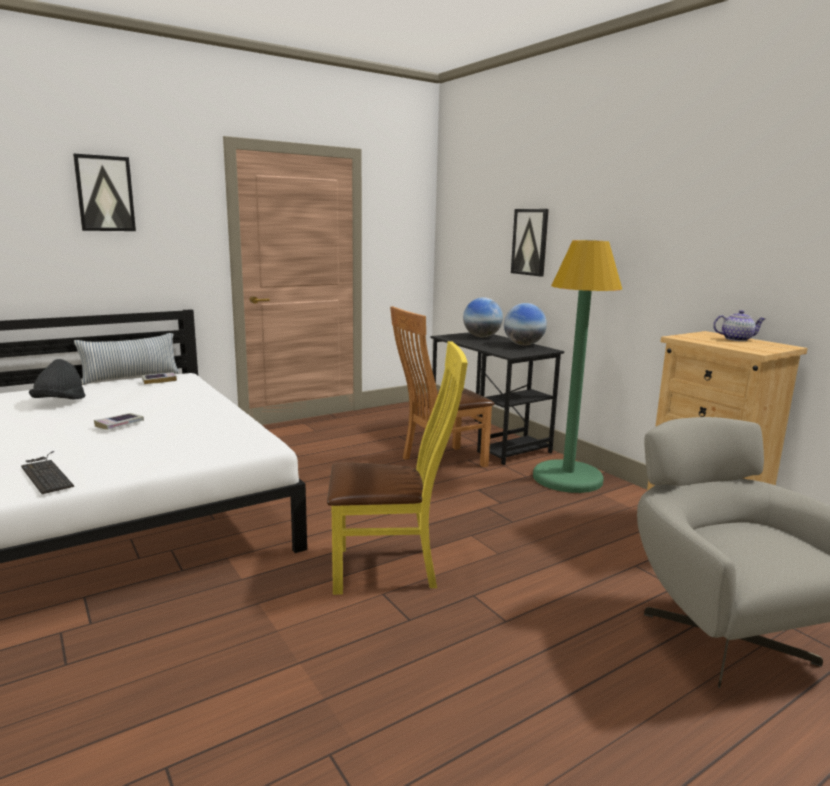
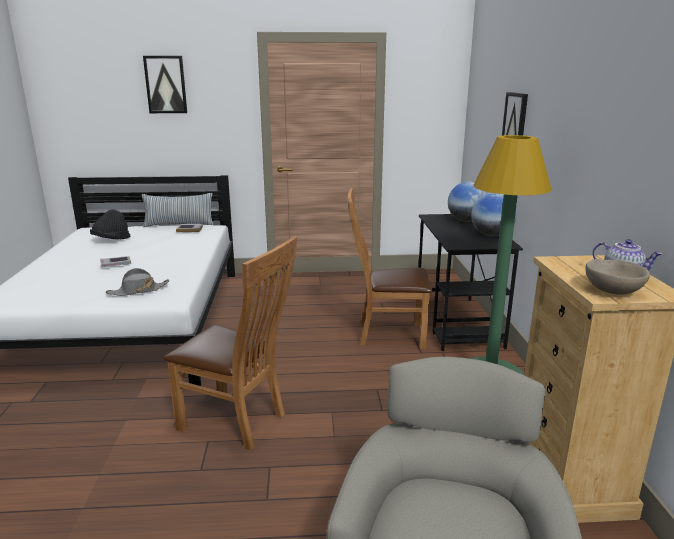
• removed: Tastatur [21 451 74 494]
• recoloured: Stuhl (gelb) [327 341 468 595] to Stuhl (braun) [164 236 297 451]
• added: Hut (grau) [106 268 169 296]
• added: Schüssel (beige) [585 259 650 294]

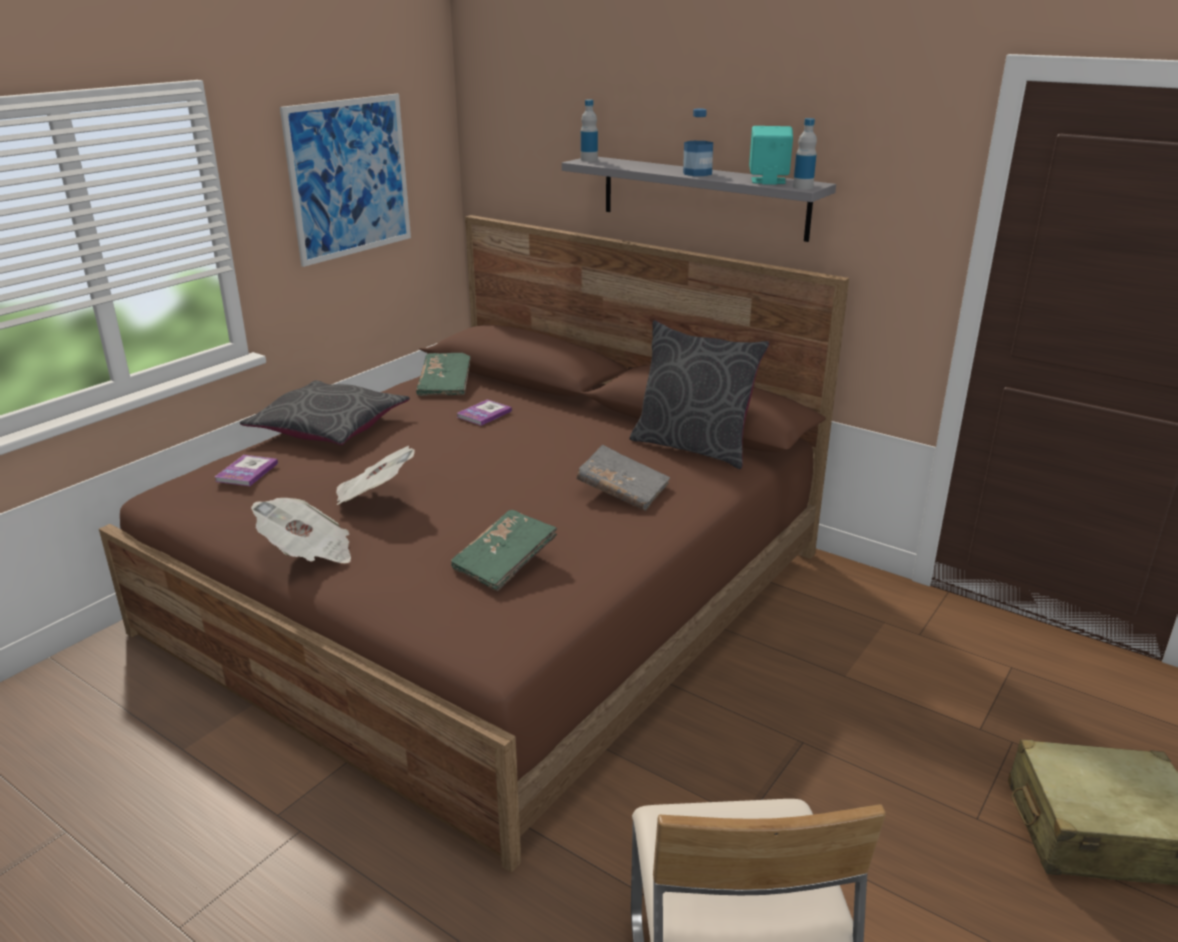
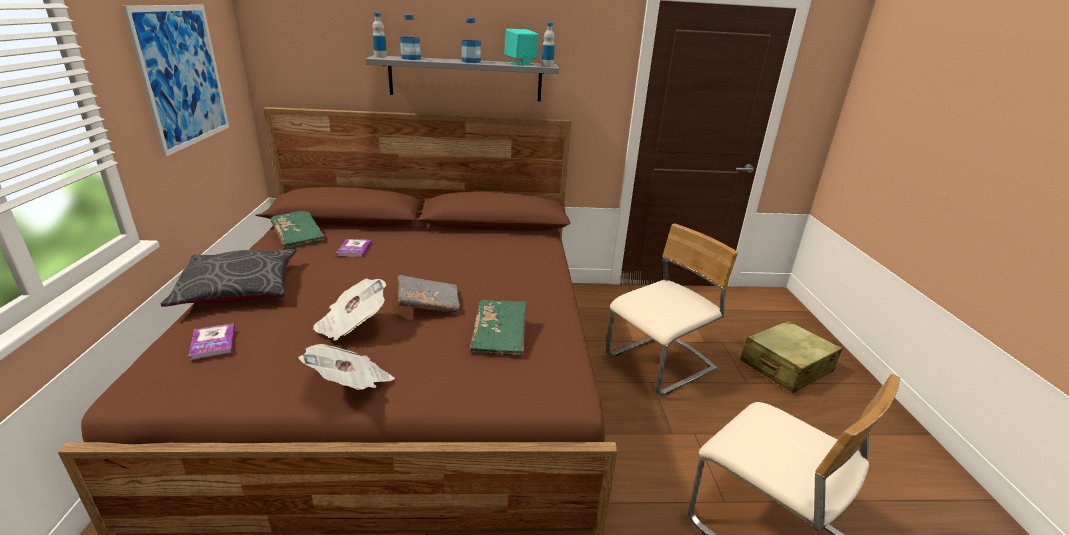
• moved: Buch (grau) [576 445 670 511] to [397 274 460 313]
• removed: Kissen (grau) [630 320 769 469]
• added: Flasche [400 14 421 60]
• added: Stuhl (beige) [606 224 738 396]

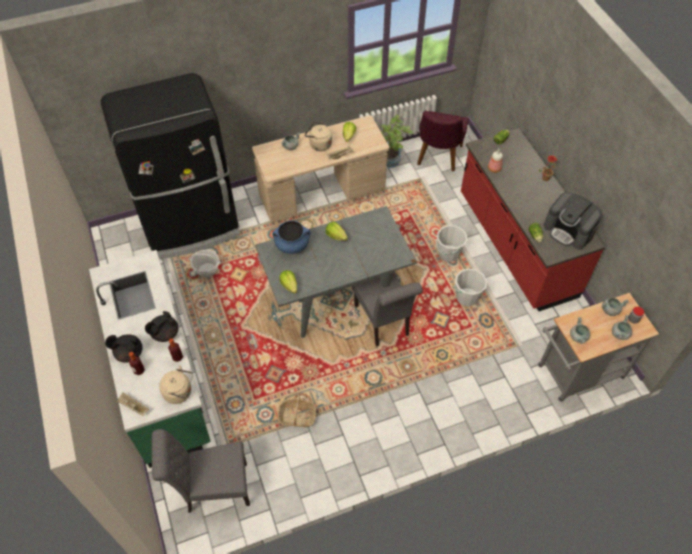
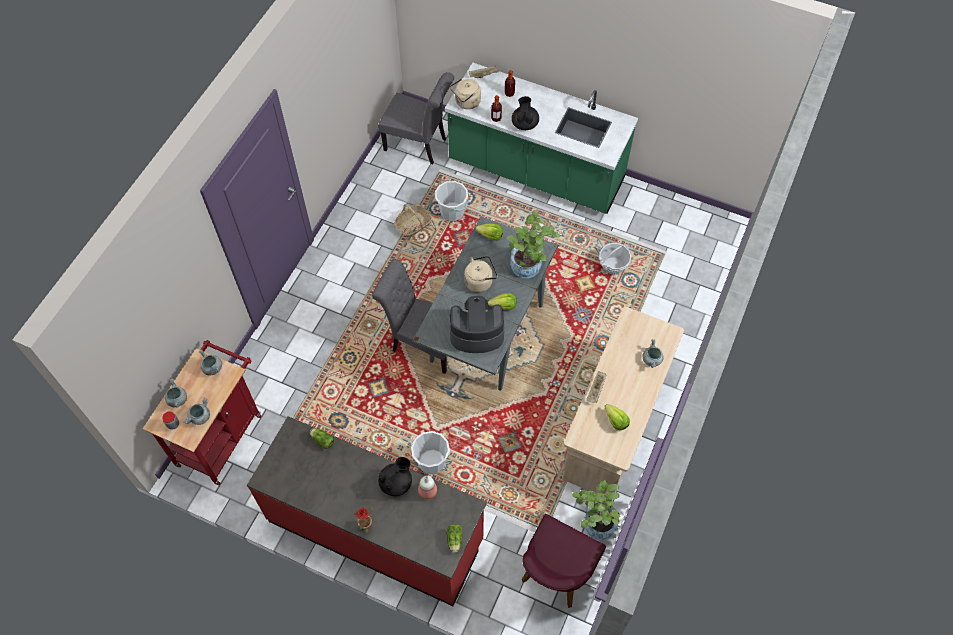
• removed: Kühlschrank (schwarz) [101 73 240 259]
• moved: Teekanne (schwarz) [105 334 143 363] to [378 457 412 496]
• turned: Stuhl (grau) [152 429 250 513] = [378 72 454 164] 75 degrees clockwise
• replaced: Kochtopf (blau) [272 220 311 254] to Topfpflanze [507 210 560 278]
• moved: Wasserkessel (beige) [305 122 332 151] to [464 256 498 293]
• turned: Stuhl (lila) [417 110 469 171] = [522 514 606 608] 120 degrees counterclockwise
• moved: Eimer (weiß) [454 269 487 306] to [435 181 468 221]
• recoloured: Rollwagen (grau) [538 293 659 402] to Rollwagen (rot) [143 340 261 485]
• moved: Kaffeemaschine [544 192 601 250] to [450 296 504 353]

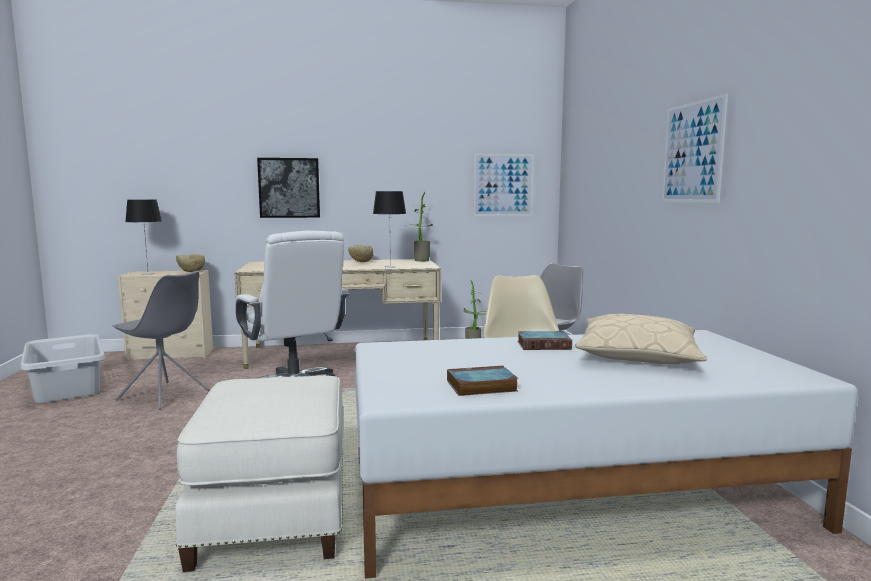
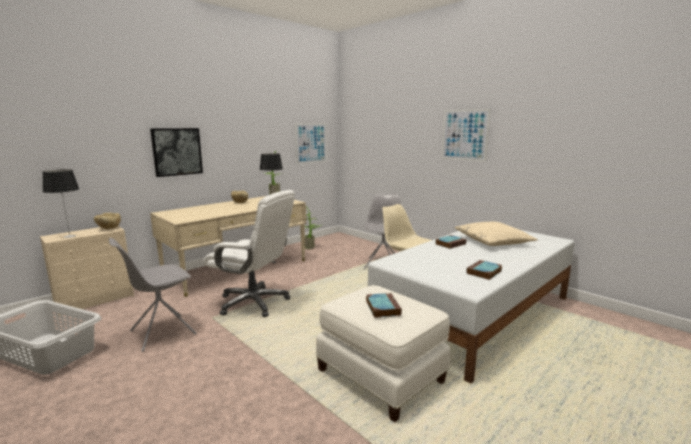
• turned: Stuhl (grau) [112 271 210 410] = [109 238 196 352] 150 degrees clockwise
• added: Buch [366 293 402 318]

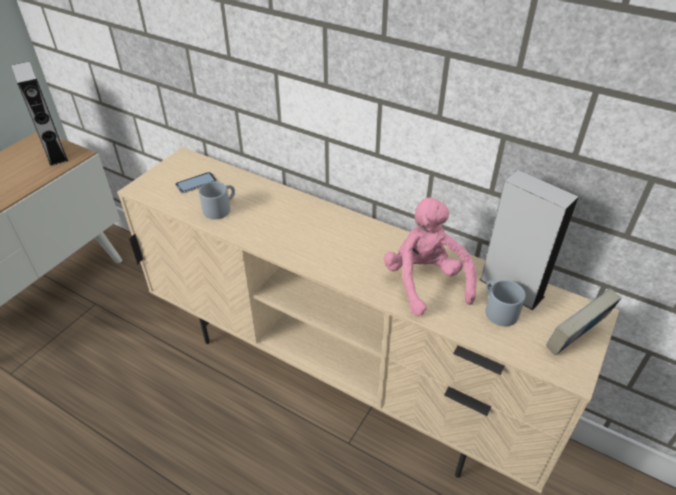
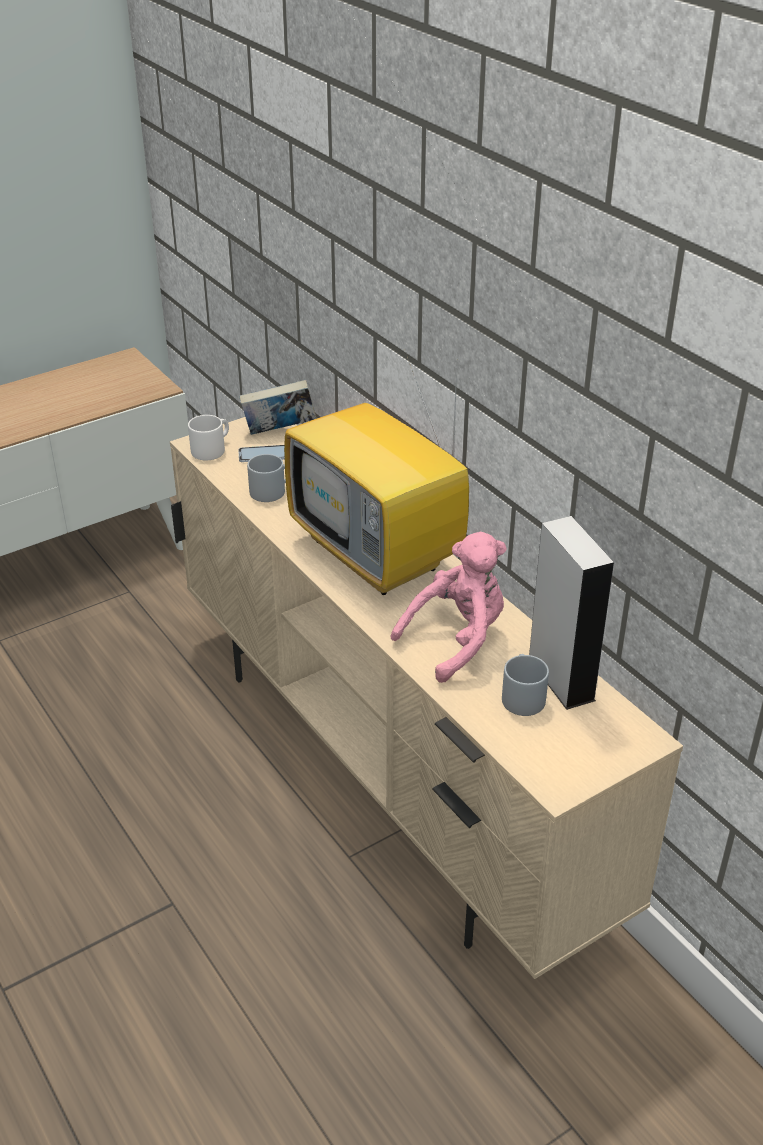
• removed: Lautsprecher (grau) [11 62 68 166]
• turned: Plüschtier (rosa) [384 197 476 316] = [391 532 507 683] 45 degrees clockwise
• moved: Buch [546 288 621 355] to [239 380 316 435]
• added: Henkelbecher (weiß) [188 415 229 460]
• added: Fernseher [284 349 469 595]

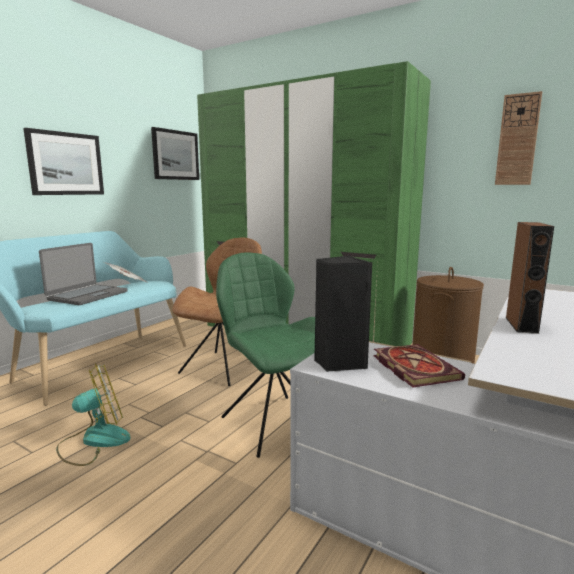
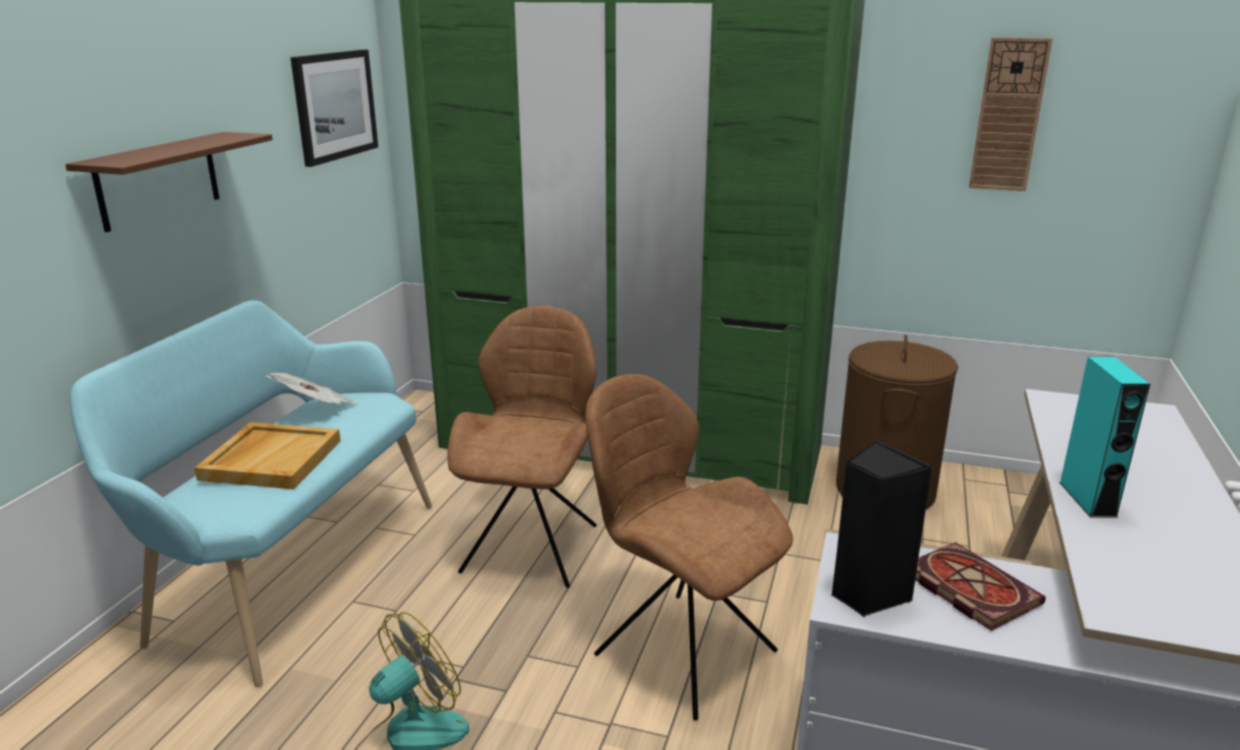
• replaced: Bild [23 128 104 195] to Wandregal (braun) [65 132 273 232]
• replaced: Laptop [39 243 128 305] to Tablett (beige) [194 422 341 489]
• recoloured: Stuhl (grün) [216 252 315 458] to Stuhl (braun) [585 374 793 720]
• recoloured: Lautsprecher (braun) [505 222 554 334] to Lautsprecher (türkis) [1059 357 1150 518]

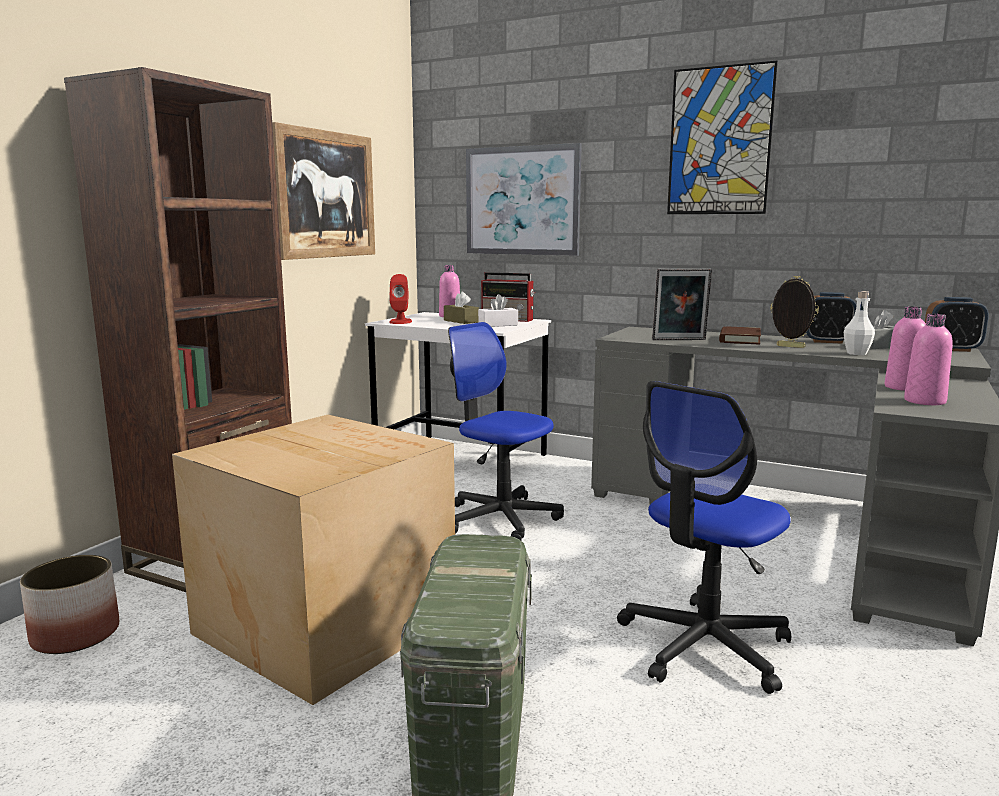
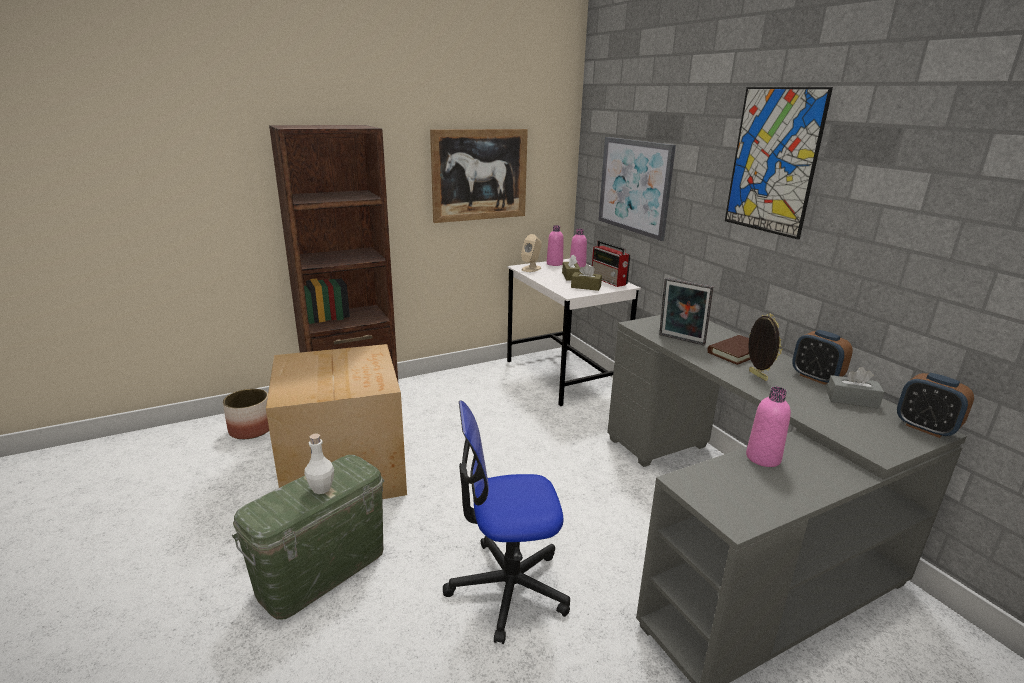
• recoloured: Lautsprecher (rot) [389 274 412 324] to Lautsprecher (beige) [521 234 542 272]
• removed: Bürostuhl [448 322 564 540]
• recoloured: Taschentuchbox (weiß) [478 294 518 327] to Taschentuchbox (braun) [571 264 602 291]
• moved: Flasche (weiß) [844 291 875 355] to [304 433 334 494]
• moved: Flasche (rosa) [904 314 953 405] to [547 225 564 266]

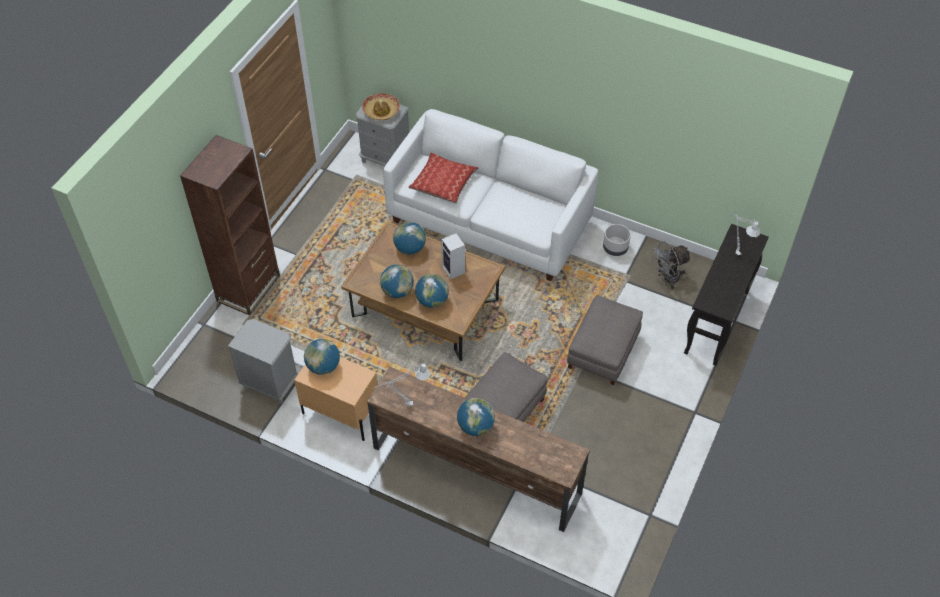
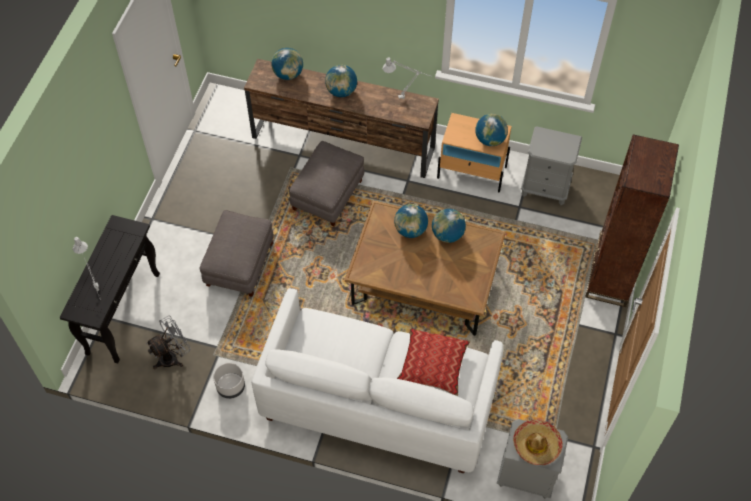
• moved: Globus [393 222 426 254] to [271 48 303 80]
• removed: Lautsprecher [441 233 465 279]

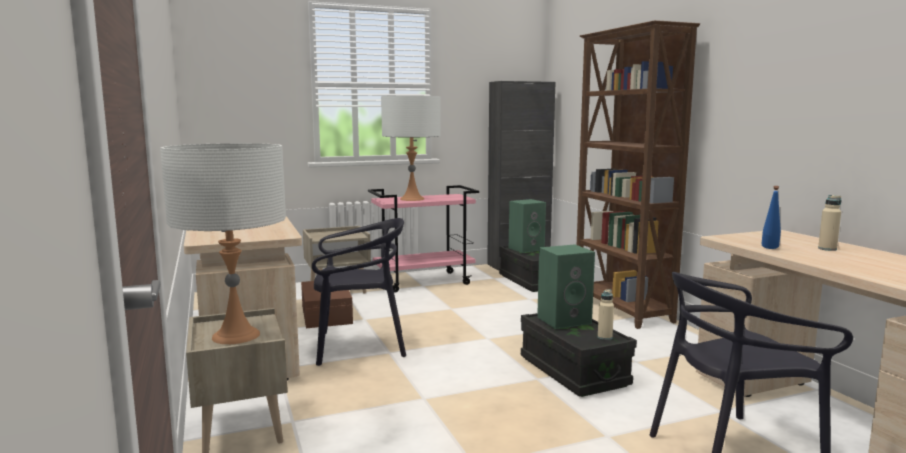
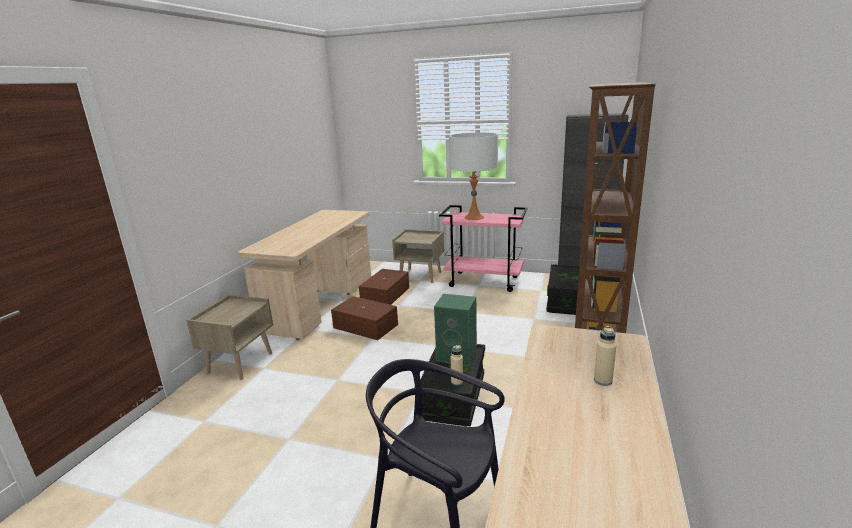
• removed: Tischlampe (weiß) [160 143 286 344]
• replaced: Stuhl (schwarz) [312 218 406 366] to Aufbewahrungsbox (braun) [331 296 398 340]
• removed: Lautsprecher (grün) [509 199 546 253]
• removed: Flasche (blau) [762 186 781 249]

